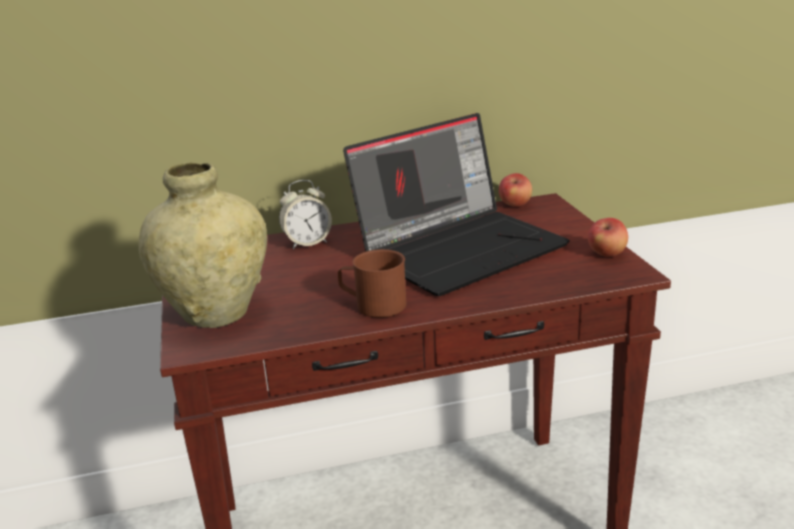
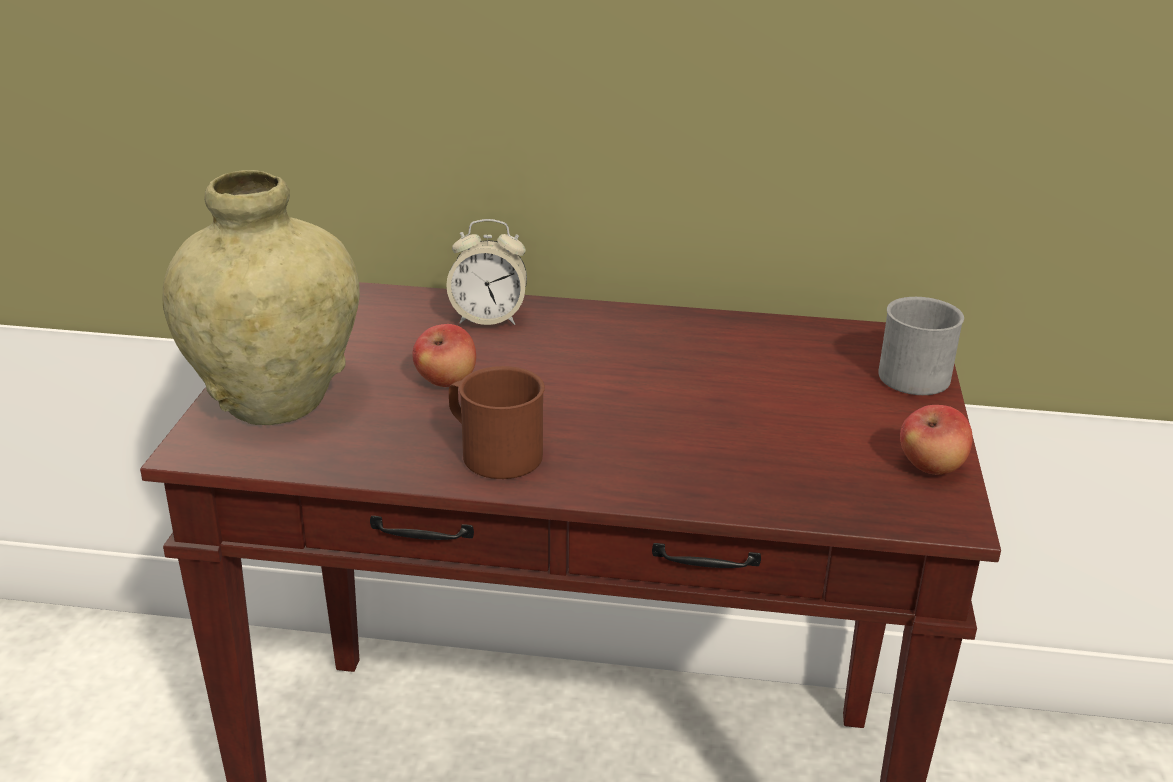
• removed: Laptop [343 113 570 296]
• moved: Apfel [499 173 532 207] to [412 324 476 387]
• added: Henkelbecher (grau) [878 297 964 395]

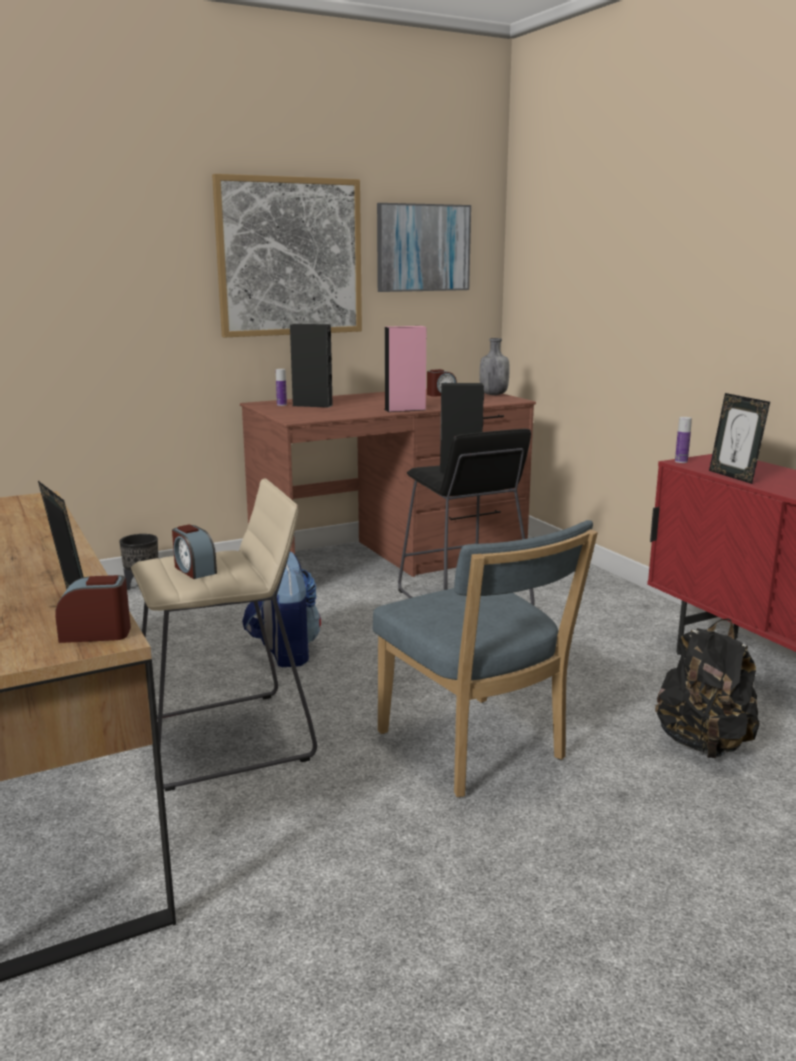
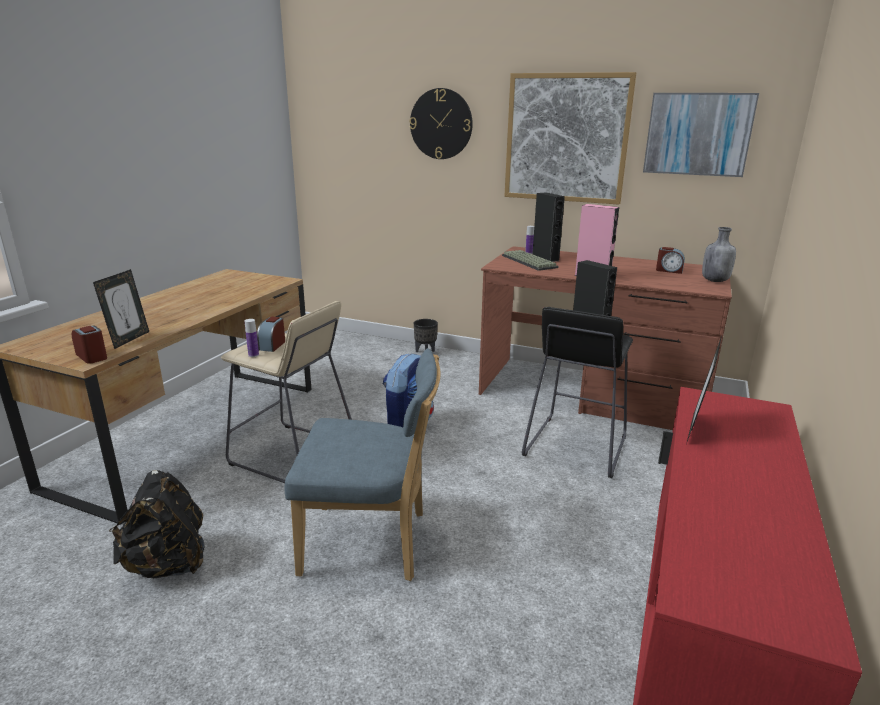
• turned: Stuhl (blau) [373 520 598 797] = [285 348 440 581] 105 degrees counterclockwise
• moved: Rucksack (schwarz) [655 618 759 758] to [109 470 205 578]
• moved: Flasche [675 417 692 463] to [245 319 259 357]
• added: Wanduhr [410 88 473 159]
• added: Tastatur [502 250 558 271]

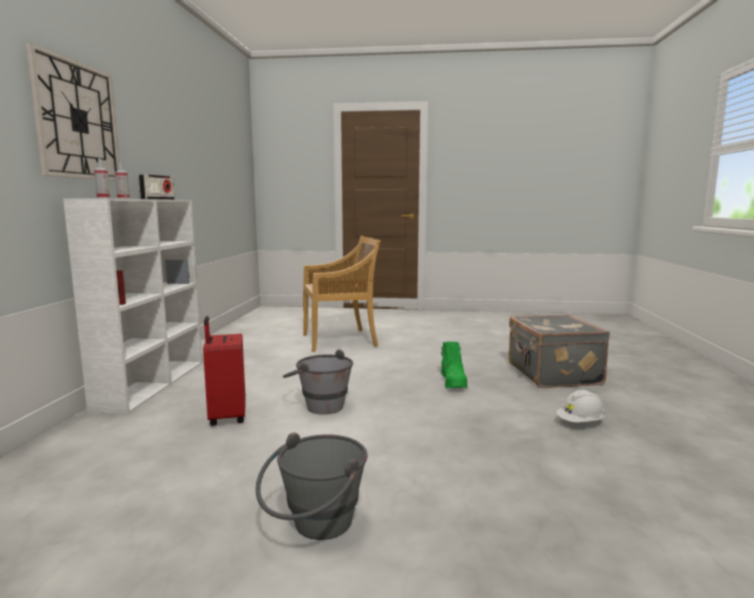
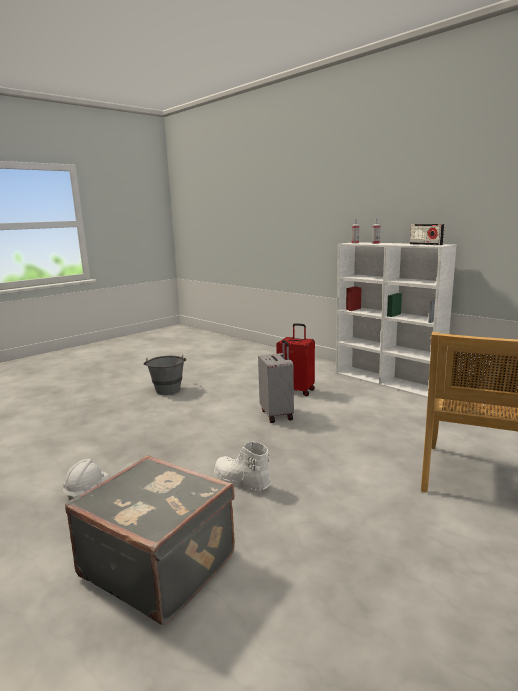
• removed: Wanduhr [26 43 120 181]
• replaced: Eimer (grau) [283 349 353 415] to Koffer (grau) [258 340 294 423]
• recoloured: Stiefel (grün) [441 342 468 388] to Stiefel (weiß) [214 441 271 491]

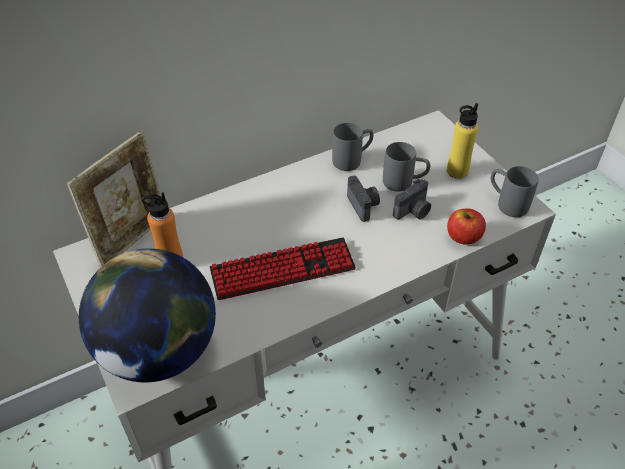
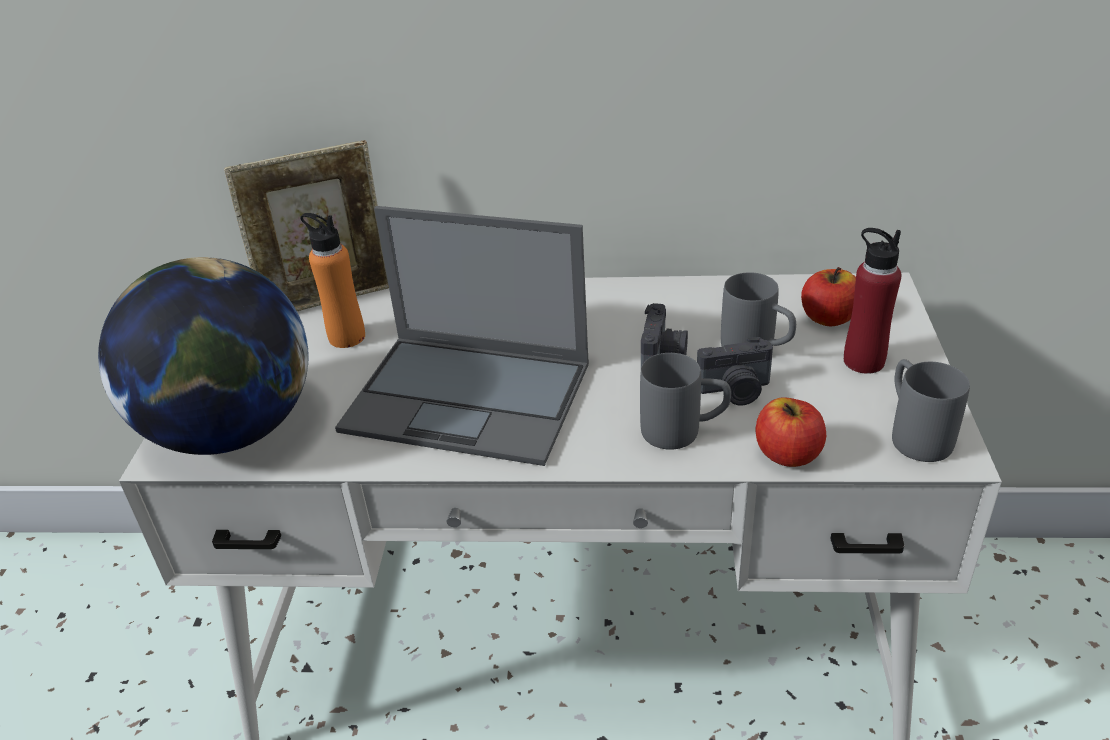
• replaced: Tastatur [210 237 356 300] to Laptop [335 206 589 466]
• moved: Henkelbecher (grau) [332 123 374 171] to [640 353 731 450]
• recoloured: Flasche (gelb) [447 103 478 179] to Flasche (rot) [844 228 902 374]
• added: Apfel [801 267 856 326]

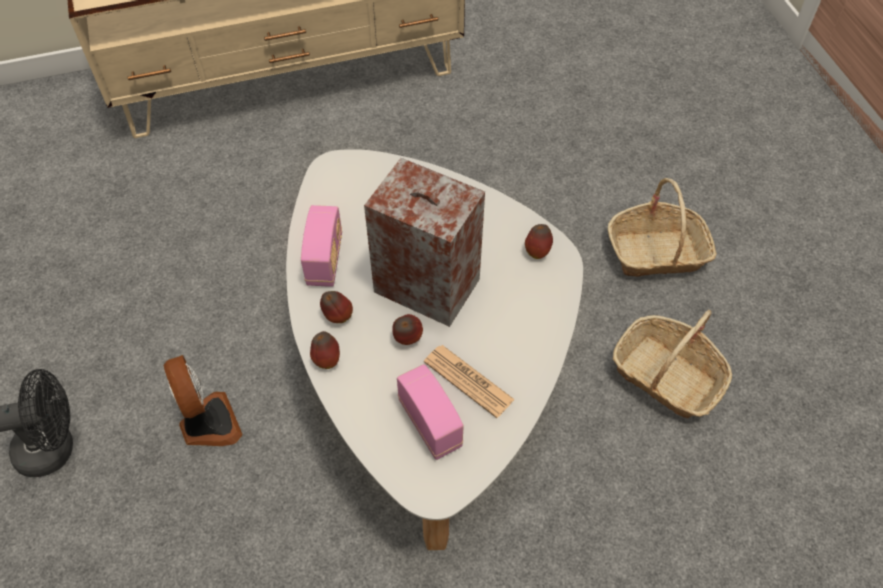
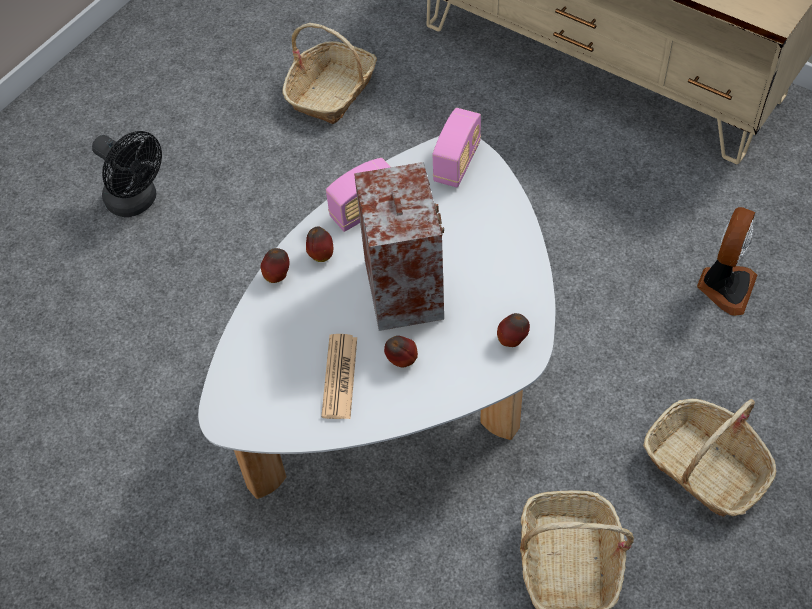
• moved: Ventilator [164 355 243 446] to [697 207 757 316]
• moved: Apfel [392 314 423 345] to [384 336 418 367]
• moved: Radio [397 364 464 460] to [433 108 481 187]
• added: Korb [283 23 377 124]

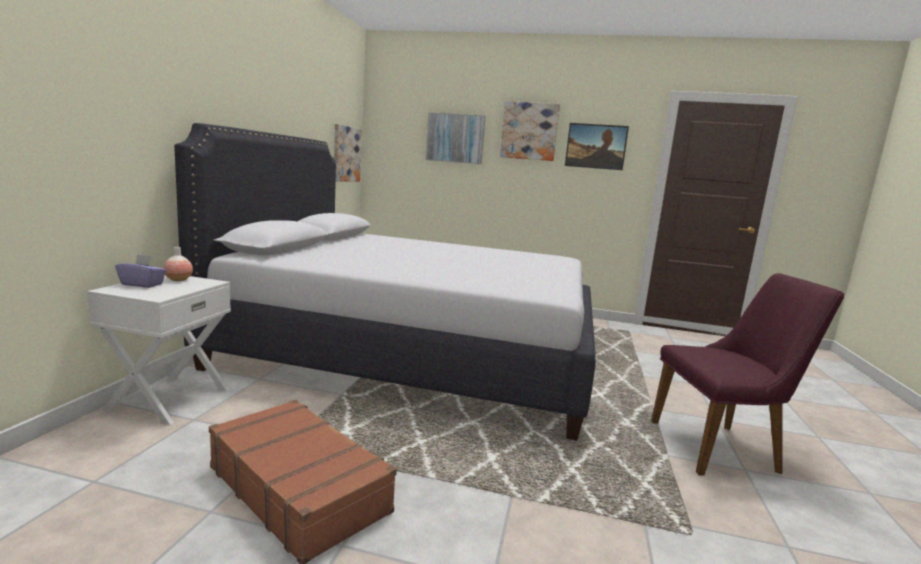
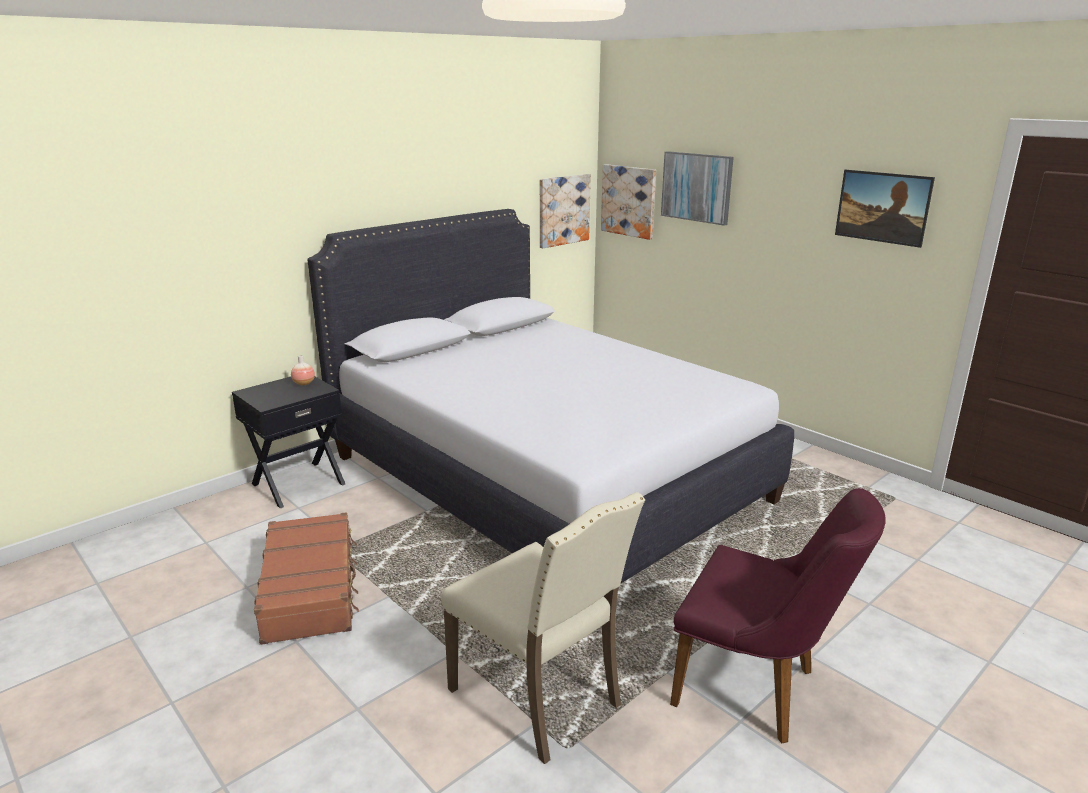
• recoloured: Nachttisch (weiß) [87 275 231 425] to Nachttisch (schwarz) [232 377 345 508]
• removed: Taschentuchbox (lila) [115 254 167 288]
• moved: Bild [500 101 560 161] to [601 164 656 240]
• added: Stuhl (beige) [441 492 645 764]

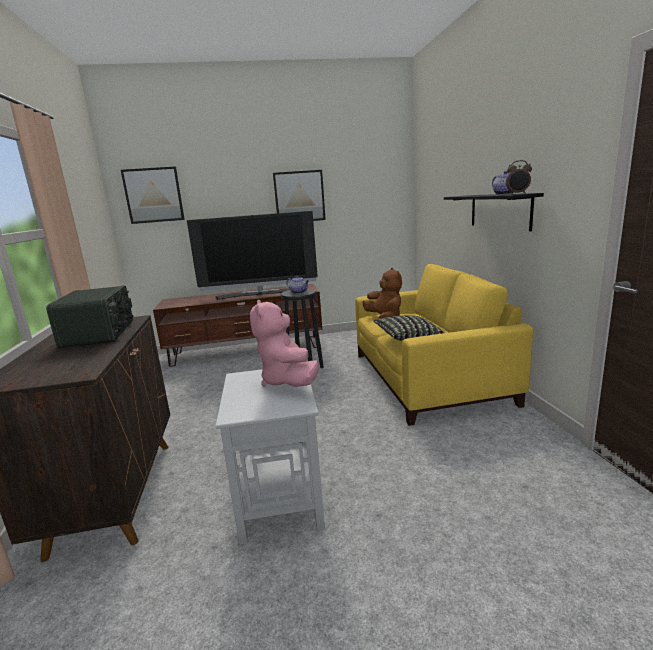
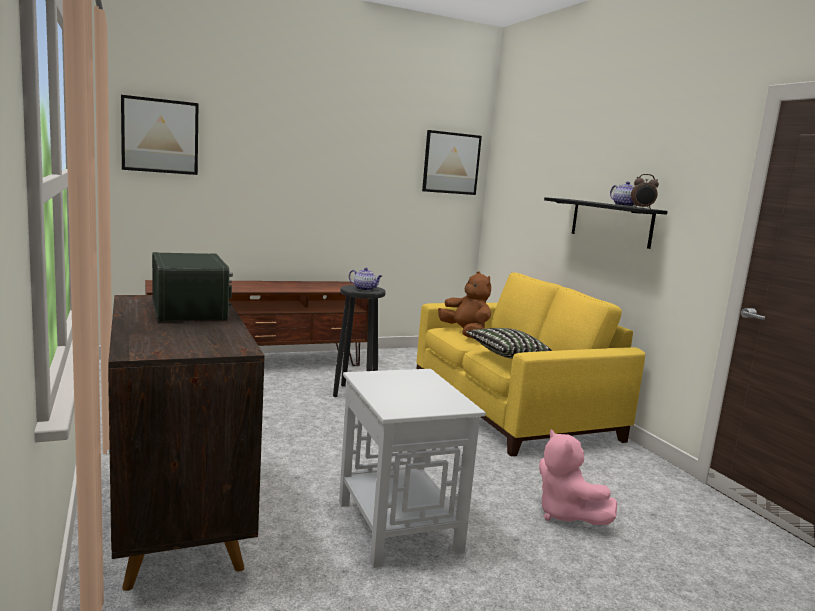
• removed: Fernseher [187 211 318 300]
• moved: Plüschtier (rosa) [250 300 319 387] to [539 429 617 525]
• moved: Bild [273 170 326 221] to [422 130 482 195]

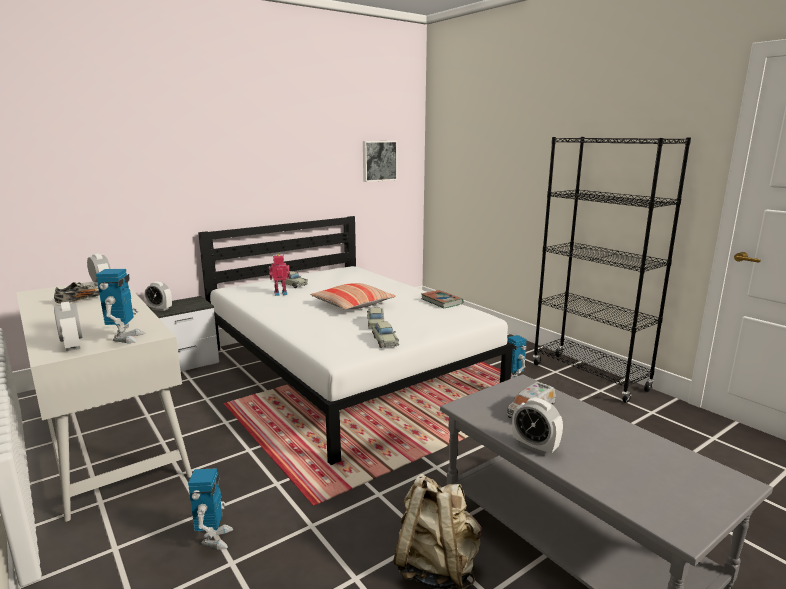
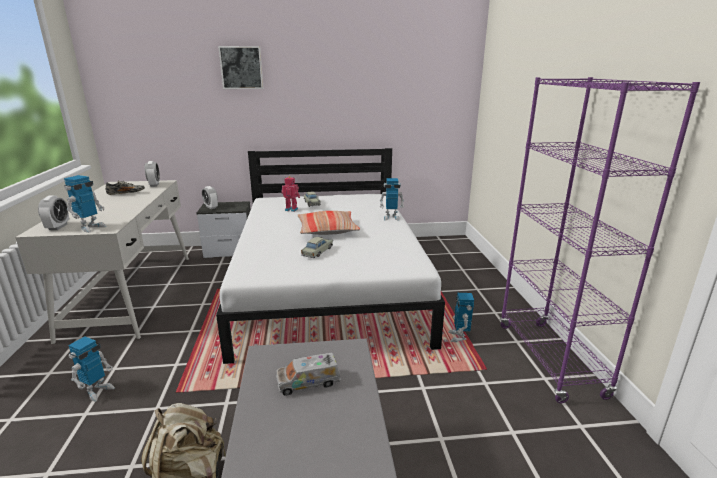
• moved: Bild [363 141 397 182] to [218 46 264 89]
• removed: Spielzeugauto (beige) [372 322 399 348]
• removed: Buch [421 290 463 308]
• removed: Wecker [512 398 563 456]
• recoloured: Bücherregal (schwarz) [533 137 691 403] to Bücherregal (lila) [500 77 700 403]
• added: Spielzeugroboter [380 178 404 221]

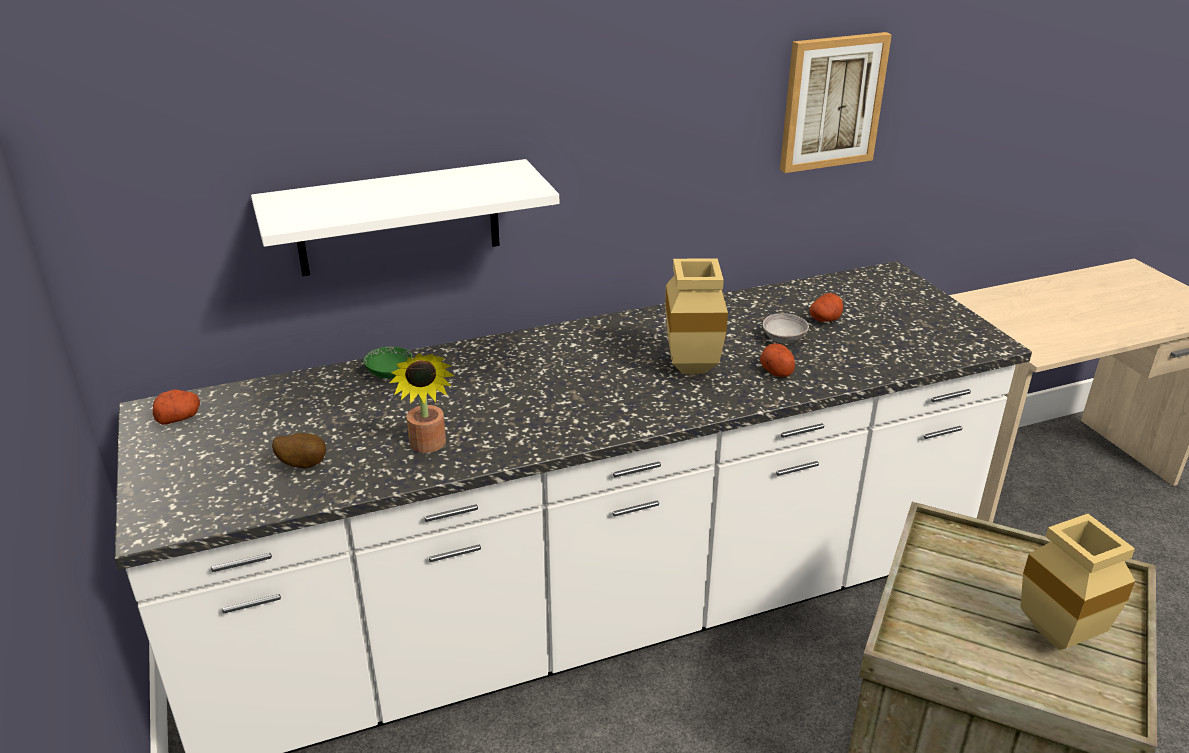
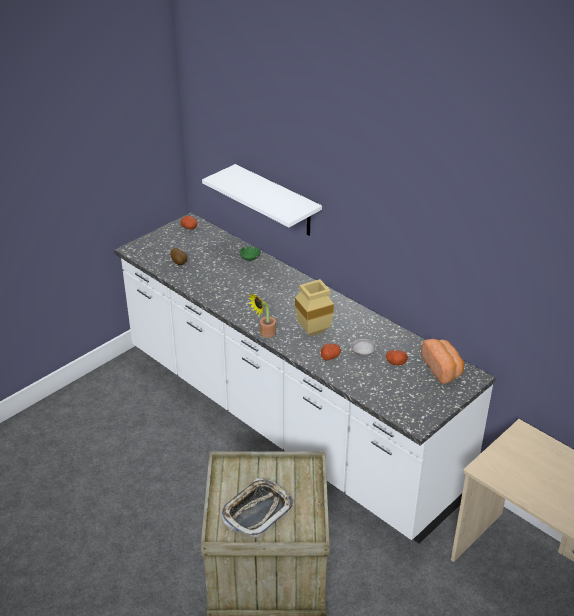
• moved: Topfpflanze [390 353 454 453] to [248 293 276 338]
• removed: Bild [780 32 892 173]
• replaced: Vase (beige) [1020 514 1135 650] to Tablett [222 478 293 537]
• added: Brot [421 339 464 384]

